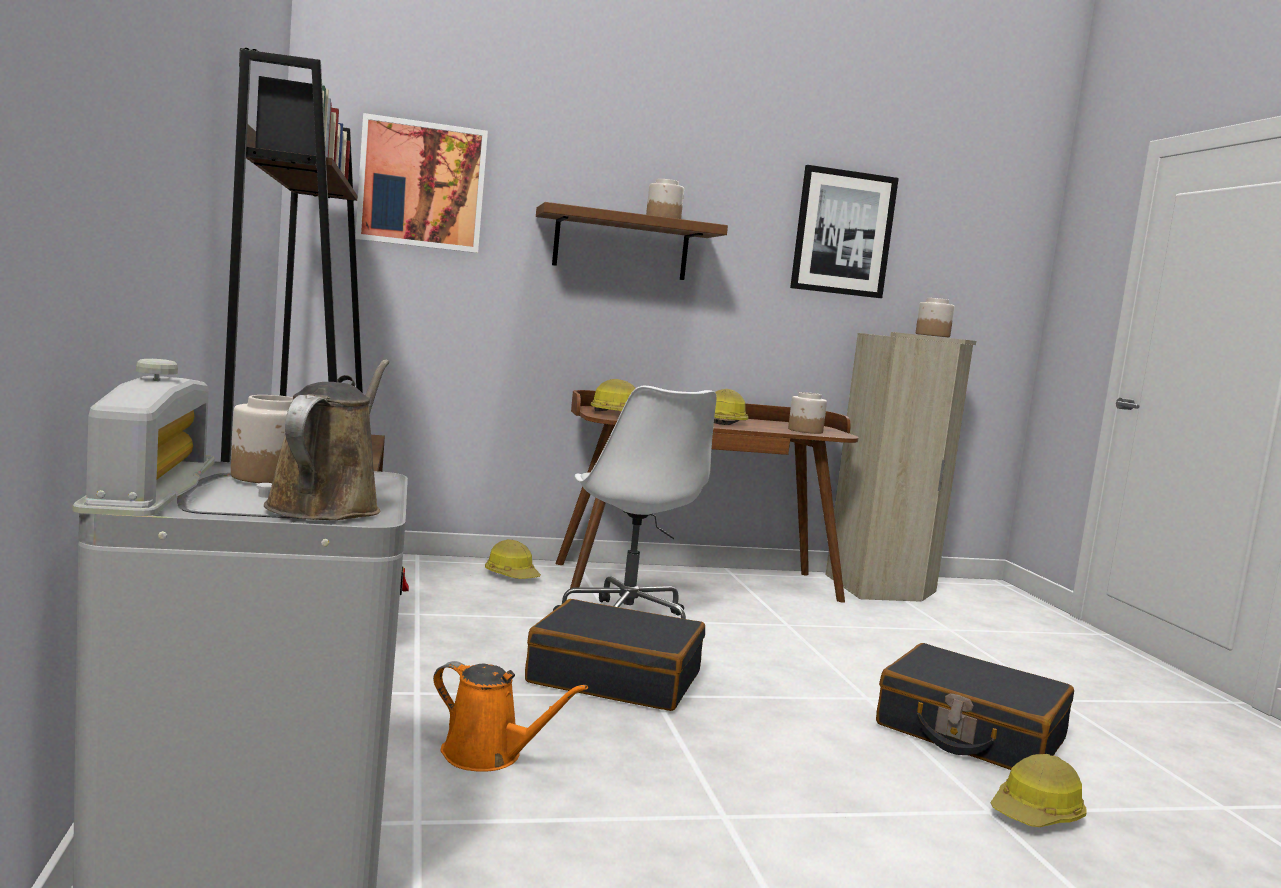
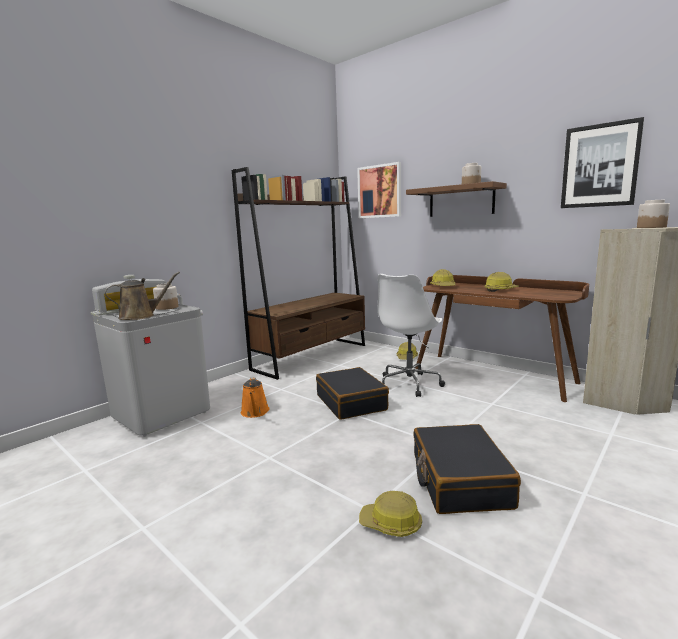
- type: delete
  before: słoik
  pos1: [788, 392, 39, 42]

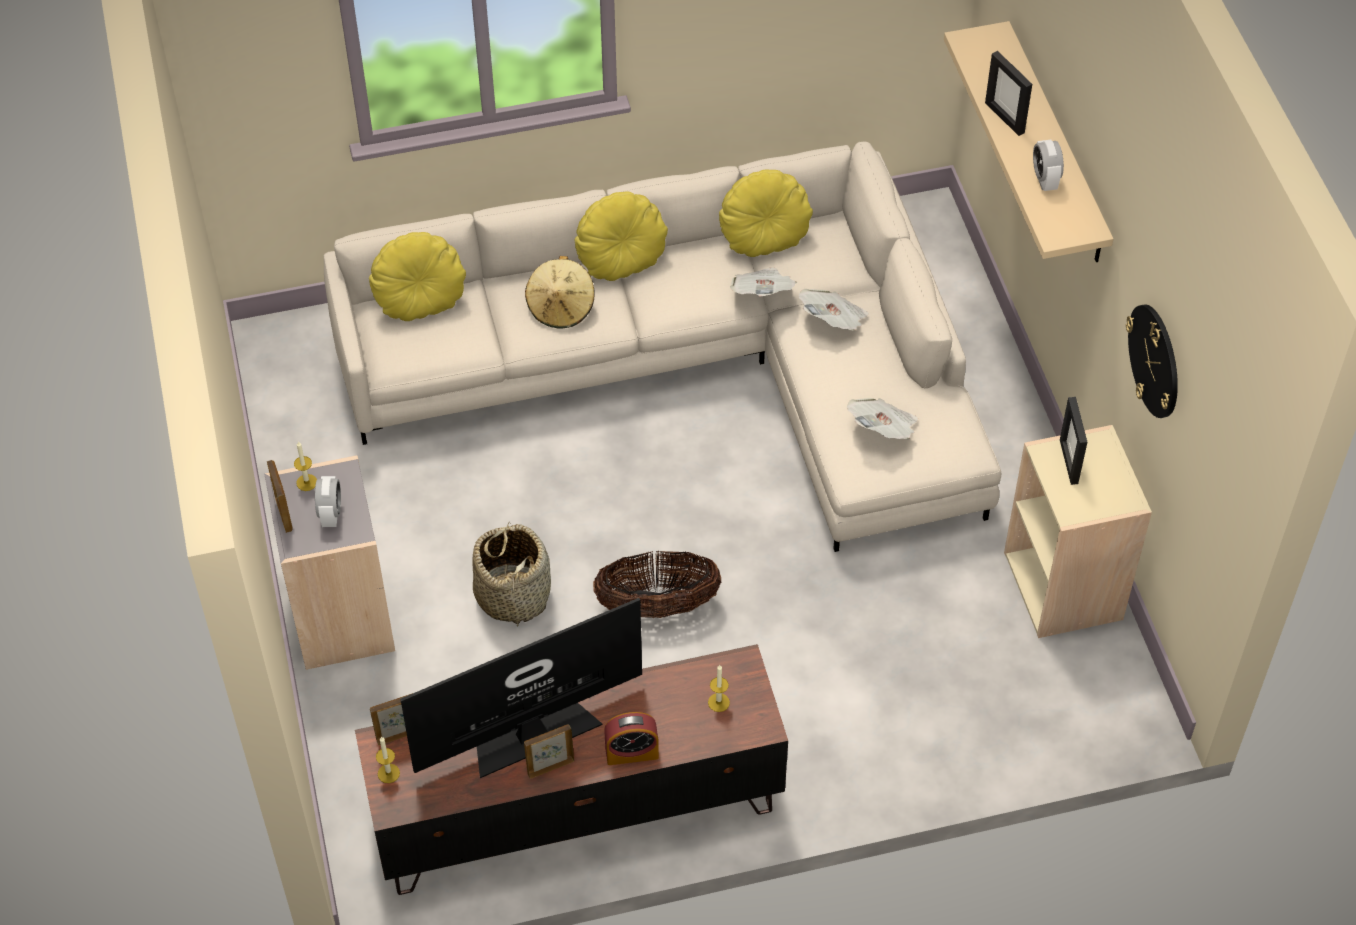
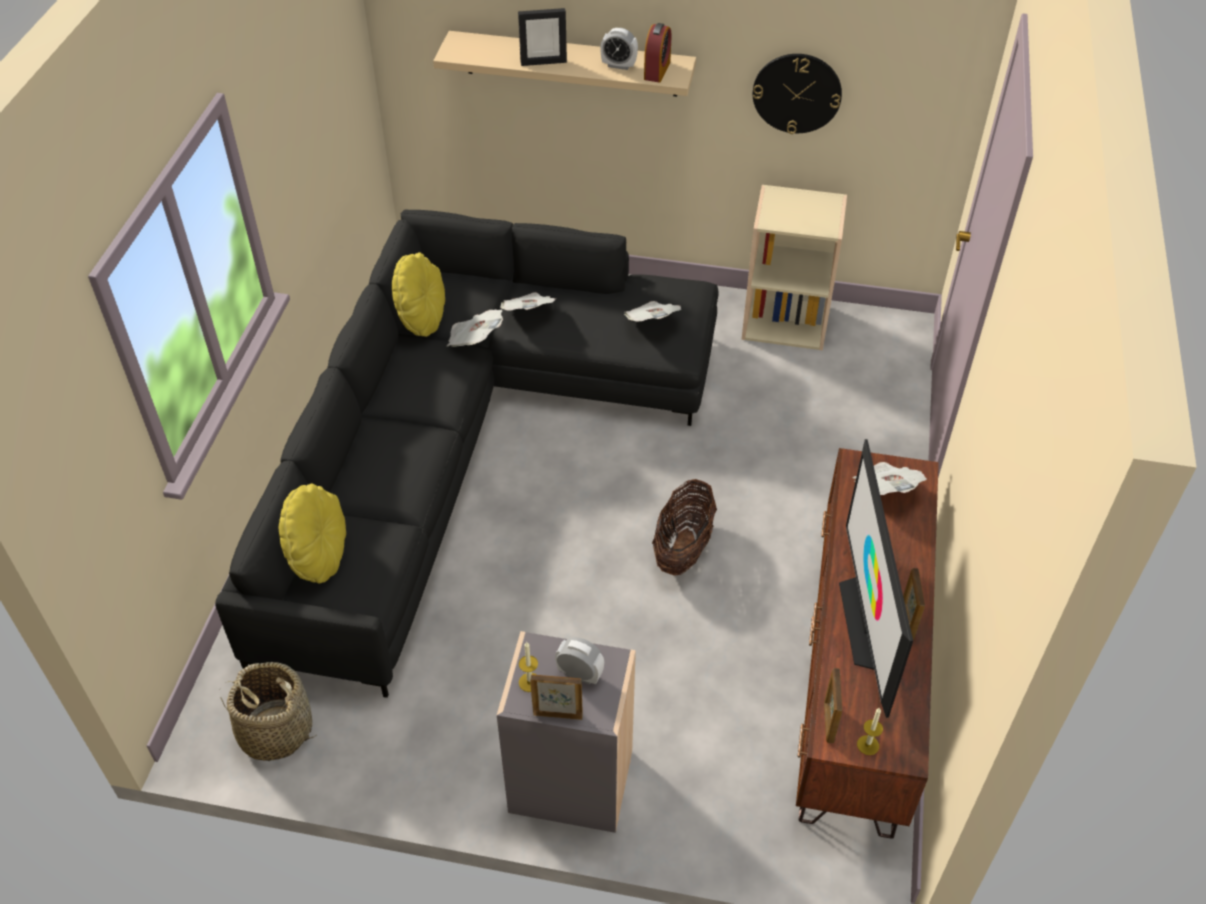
- type: recolor
  before: kanapa/beżowy
  after: kanapa/czarny
  pos1: [324, 142, 677, 410]
  pos2: [215, 210, 504, 488]
- type: move
  before: koszyk
  pos1: [472, 521, 79, 105]
  pos2: [221, 662, 96, 99]
- type: delete
  before: kapelusz/beżowy
  pos1: [525, 256, 70, 72]
- type: delete
  before: poduszka/żółty
  pos1: [575, 191, 93, 90]
- type: move
  before: budzik
  pos1: [604, 712, 55, 53]
  pos2: [644, 23, 27, 59]
- type: replace
  before: świeca
  after: gazeta
  pos1: [708, 665, 22, 47]
  pos2: [852, 462, 75, 33]
- type: delete
  before: ramka na zdjęcie
  pos1: [1060, 397, 27, 88]

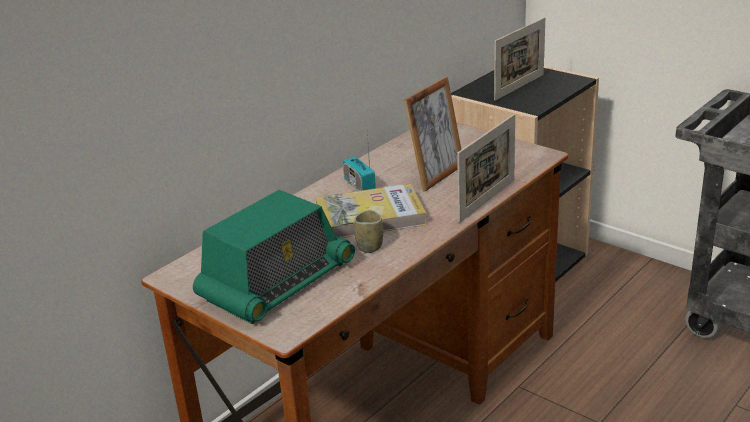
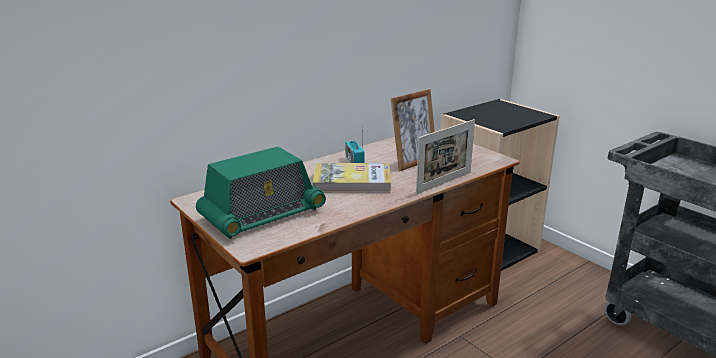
- type: delete
  before: filiżanka
  pos1: [354, 210, 29, 43]
- type: delete
  before: ramka na zdjęcie
  pos1: [494, 17, 51, 84]

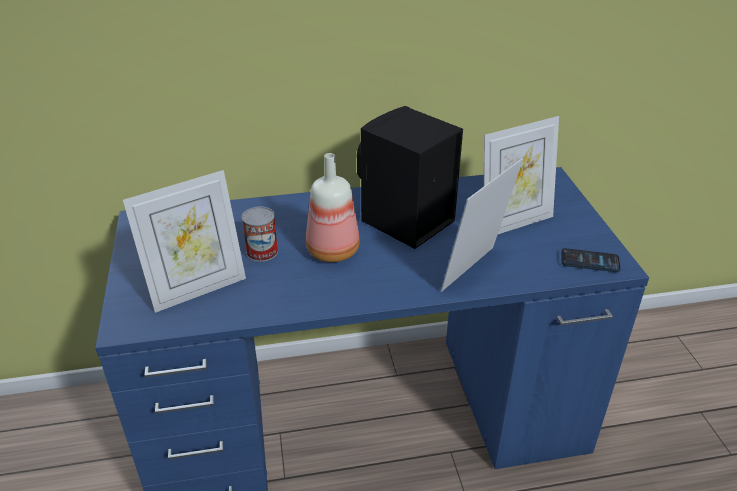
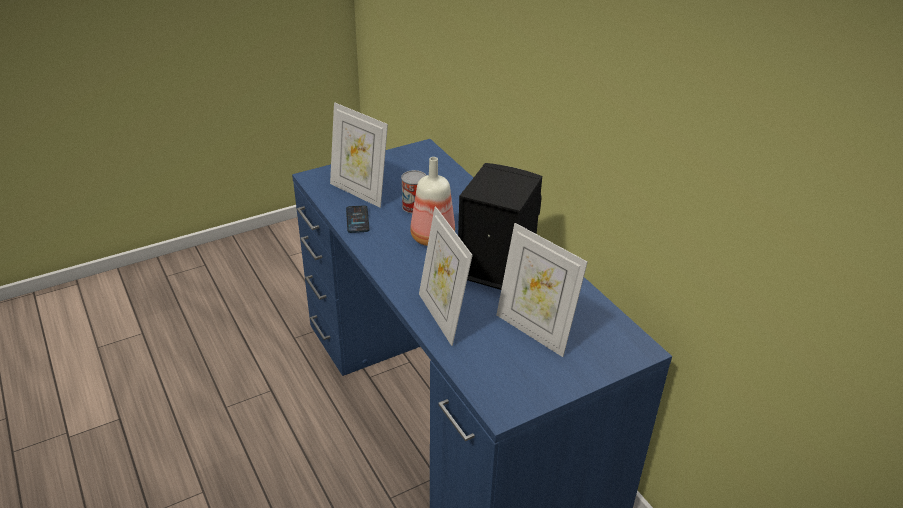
- type: rotate
  before: ramka na zdjęcie
  pos1: [441, 158, 83, 134]
  pos2: [419, 206, 54, 140]
  turn: -135
- type: move
  before: telefon
  pos1: [561, 248, 60, 24]
  pos2: [346, 205, 24, 28]

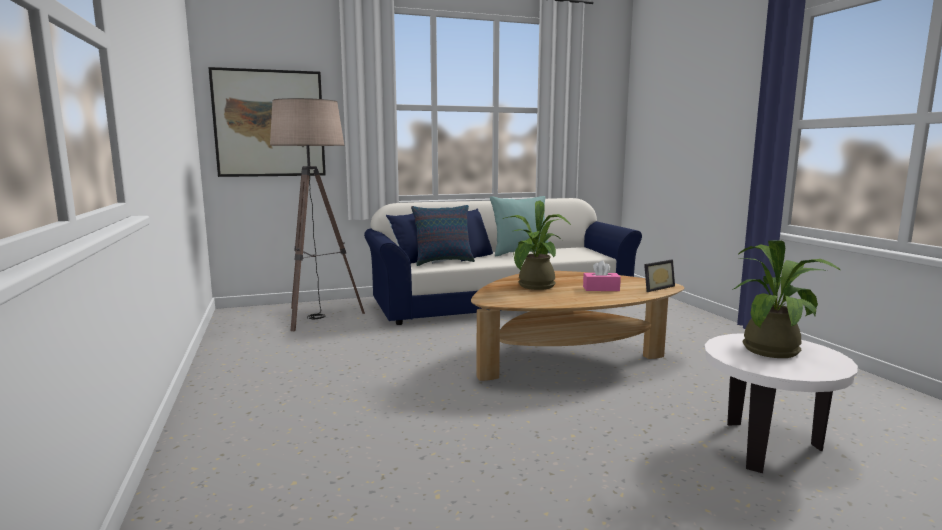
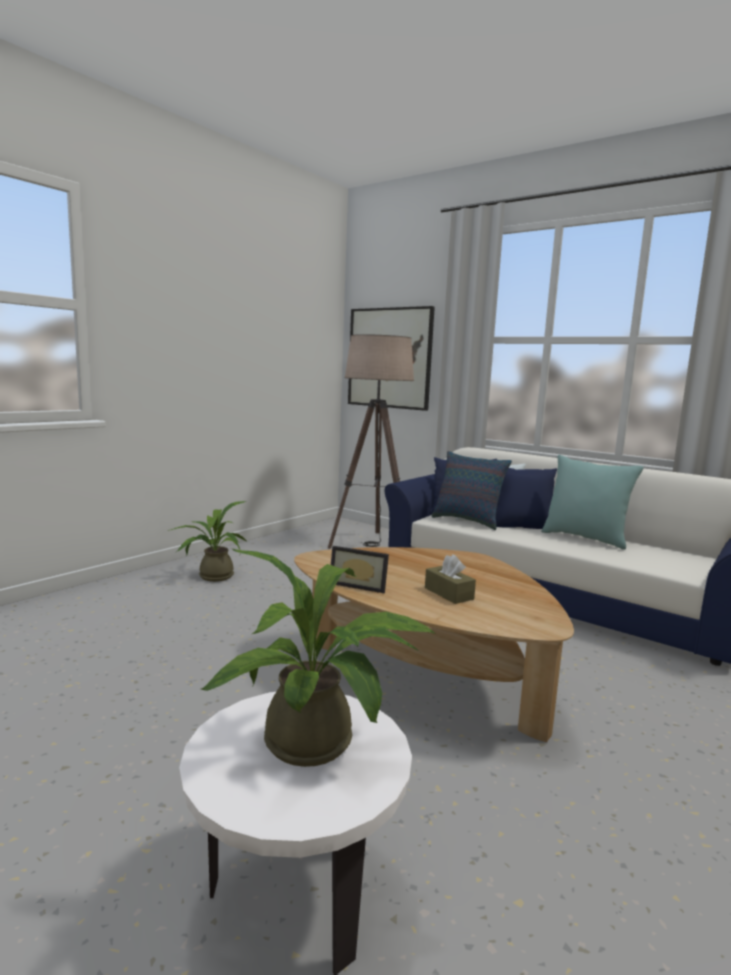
- type: move
  before: roślina doniczkowa
  pos1: [502, 200, 69, 90]
  pos2: [167, 501, 81, 81]
- type: recolor
  before: pudełko chusteczek/różowy
  after: pudełko chusteczek/brązowy
  pos1: [583, 260, 38, 31]
  pos2: [425, 554, 51, 50]
- type: move
  before: ramka na zdjęcie
  pos1: [644, 260, 31, 32]
  pos2: [331, 546, 58, 47]

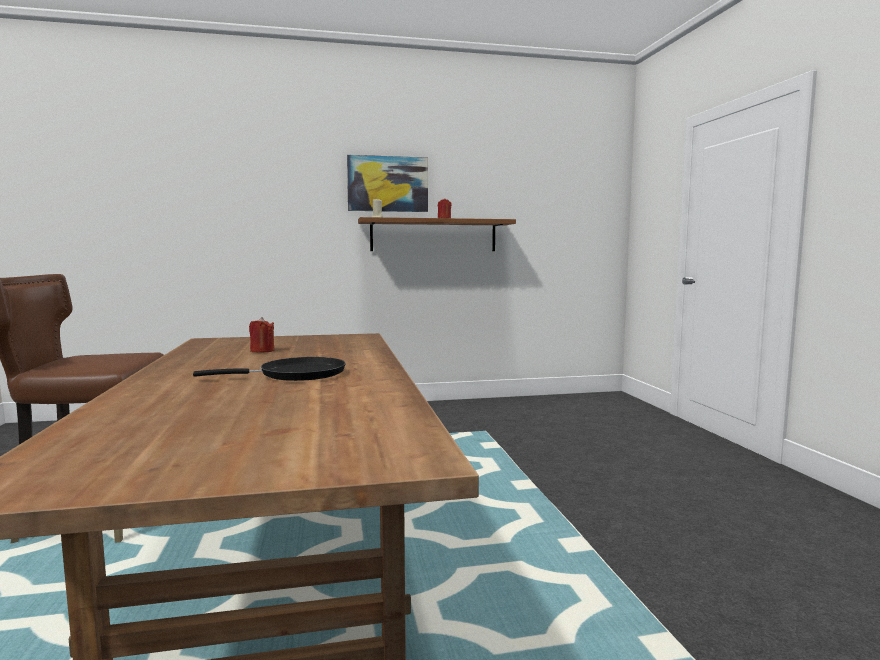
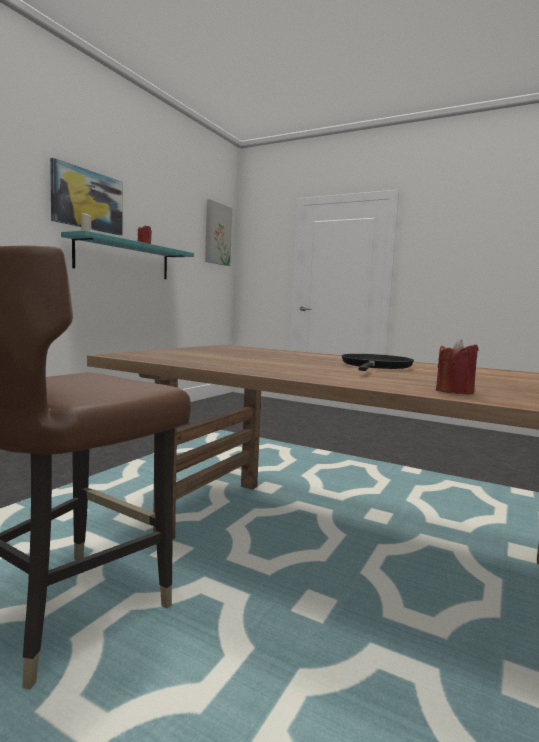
- type: move
  before: świeca/czerwony
  pos1: [249, 317, 25, 36]
  pos2: [436, 339, 43, 56]
- type: recolor
  before: półka/brązowy
  after: półka/turkusowy
  pos1: [358, 217, 158, 34]
  pos2: [61, 230, 133, 49]
- type: insert
  after: obraz
  pos2: [205, 199, 27, 67]

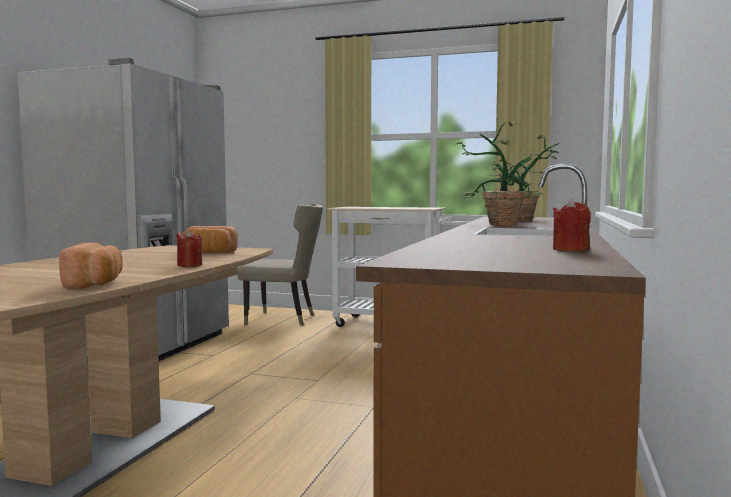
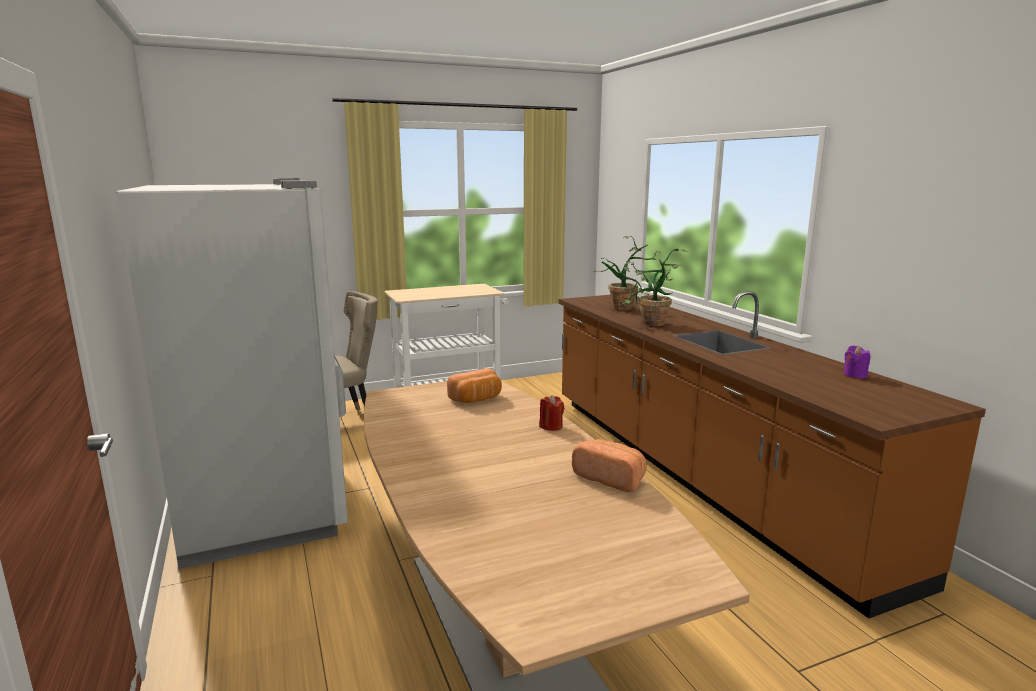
- type: recolor
  before: świeca/czerwony
  after: świeca/fioletowy
  pos1: [553, 199, 38, 52]
  pos2: [843, 345, 28, 34]

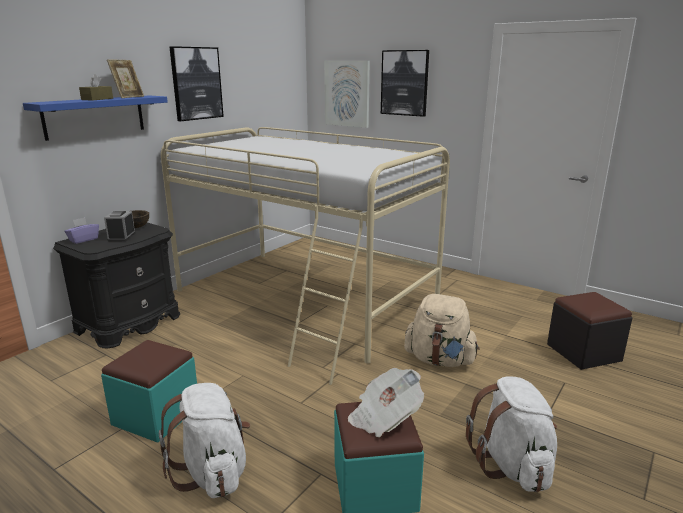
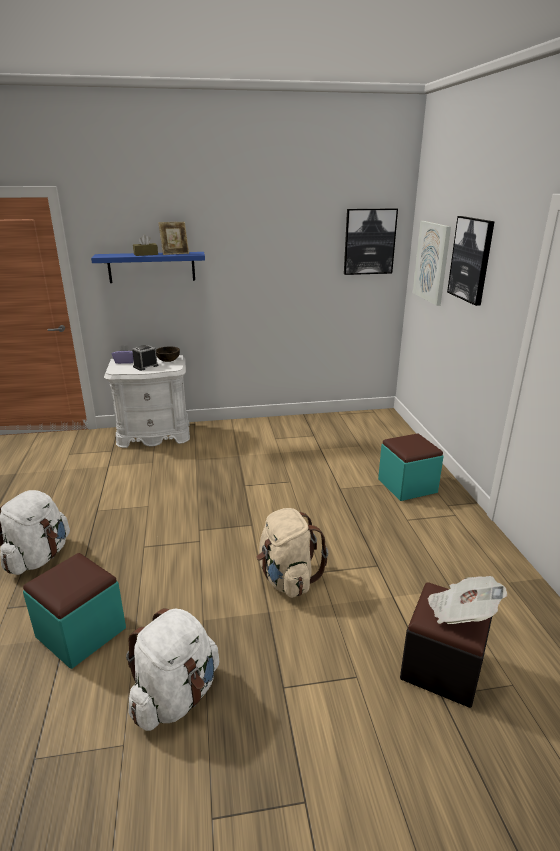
- type: recolor
  before: szafka nocna/czarny
  after: szafka nocna/biały
  pos1: [53, 223, 127, 125]
  pos2: [104, 355, 86, 93]
- type: move
  before: pufa/turkusowy
  pos1: [101, 340, 96, 102]
  pos2: [378, 433, 66, 68]
- type: delete
  before: łóżko/beżowy
  pos1: [161, 127, 289, 258]
- type: move
  before: obraz
  pos1: [169, 46, 55, 75]
  pos2: [344, 208, 54, 67]
- type: move
  before: gazeta
  pos1: [348, 368, 76, 69]
  pos2: [428, 576, 79, 48]

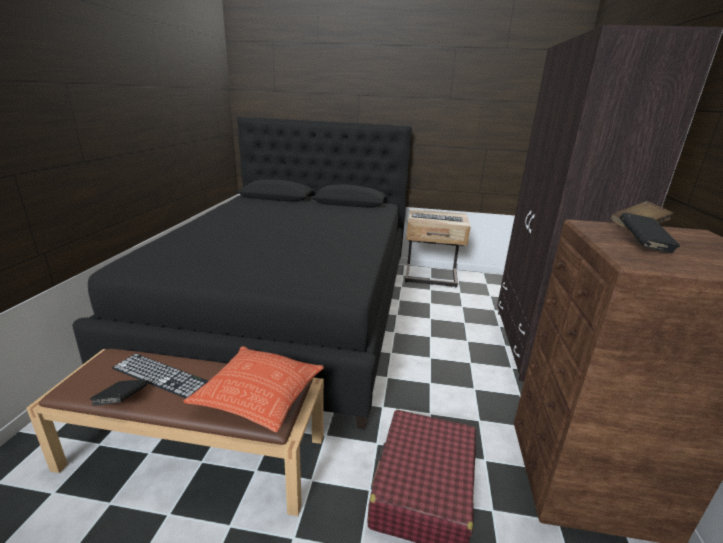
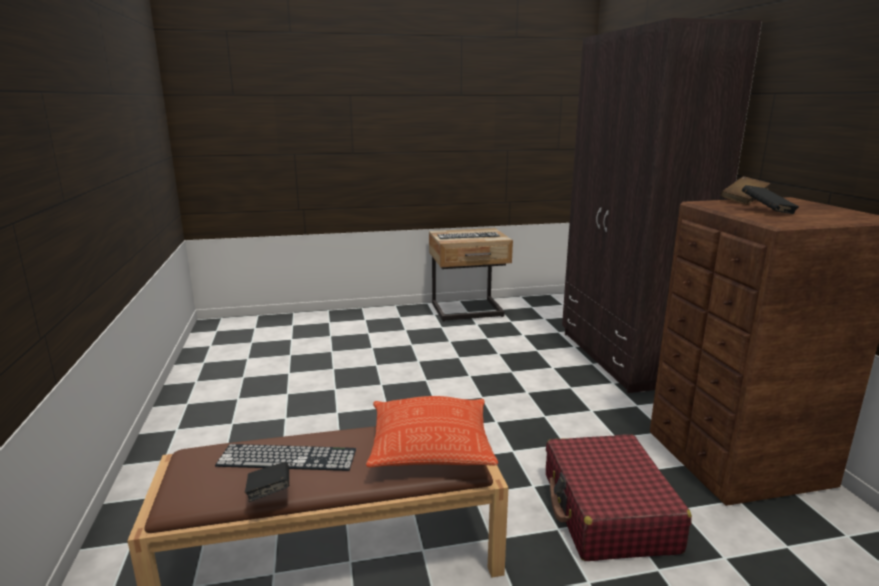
- type: delete
  before: łóżko/czarny
  pos1: [72, 117, 340, 312]

